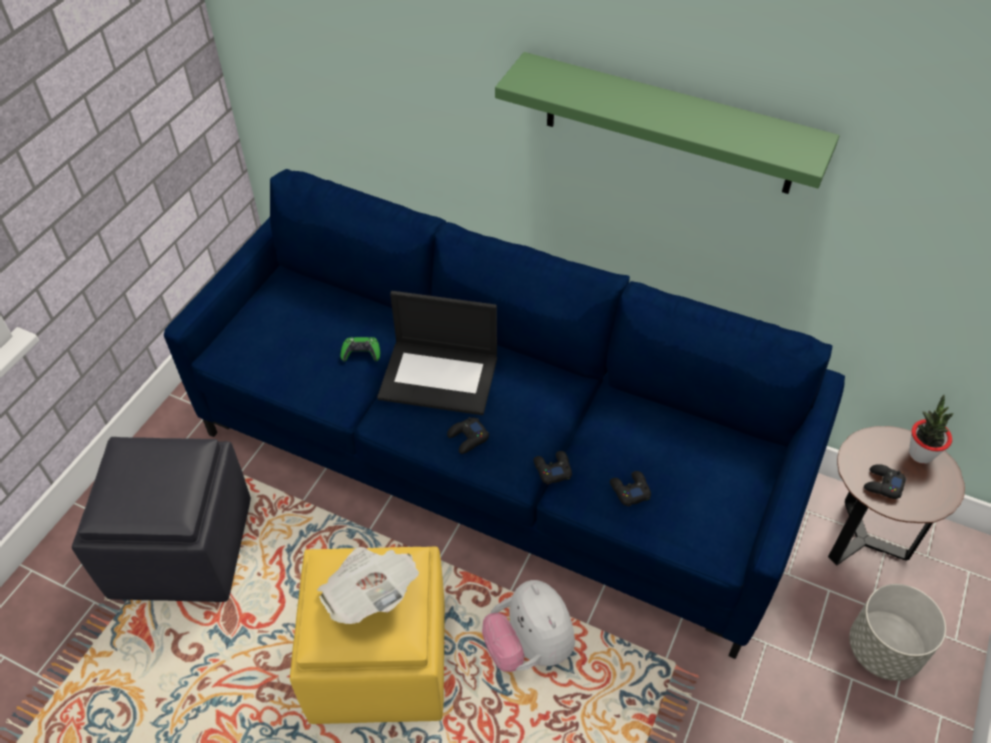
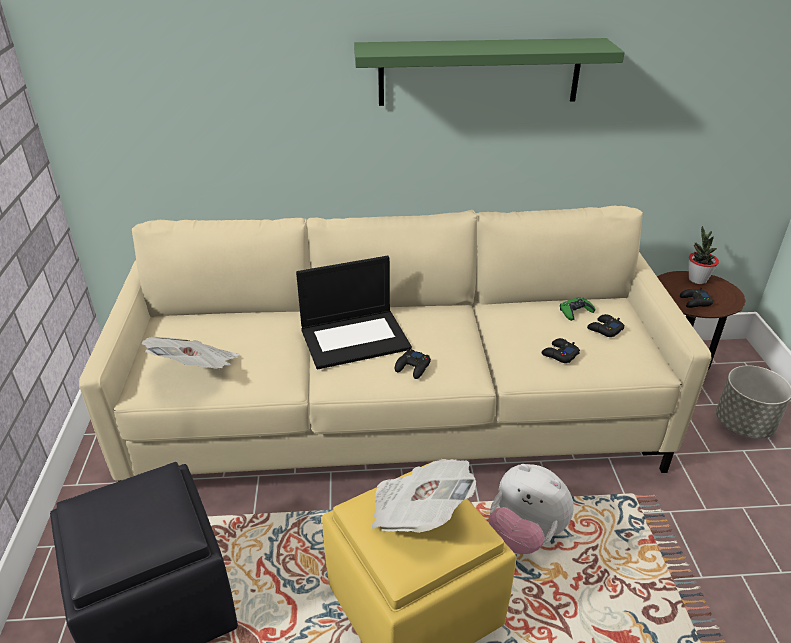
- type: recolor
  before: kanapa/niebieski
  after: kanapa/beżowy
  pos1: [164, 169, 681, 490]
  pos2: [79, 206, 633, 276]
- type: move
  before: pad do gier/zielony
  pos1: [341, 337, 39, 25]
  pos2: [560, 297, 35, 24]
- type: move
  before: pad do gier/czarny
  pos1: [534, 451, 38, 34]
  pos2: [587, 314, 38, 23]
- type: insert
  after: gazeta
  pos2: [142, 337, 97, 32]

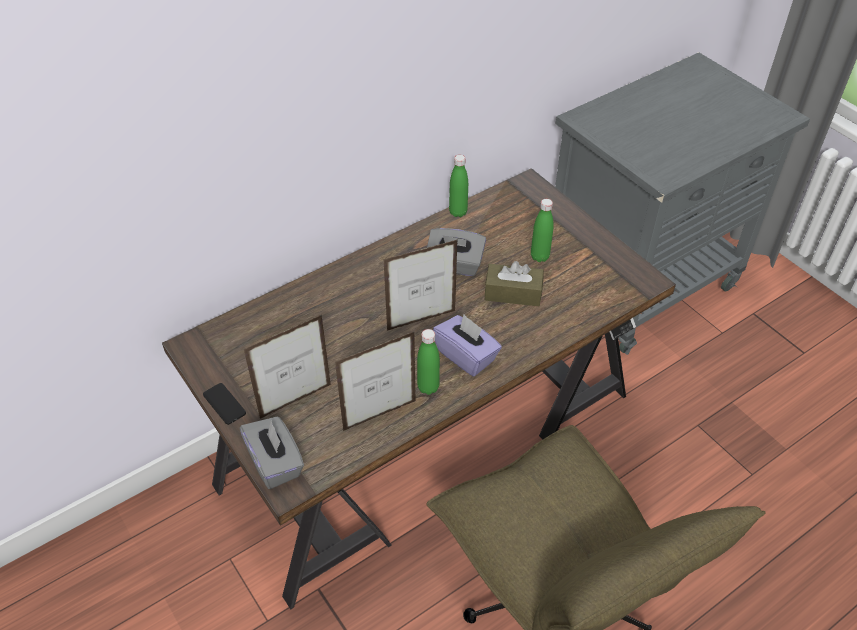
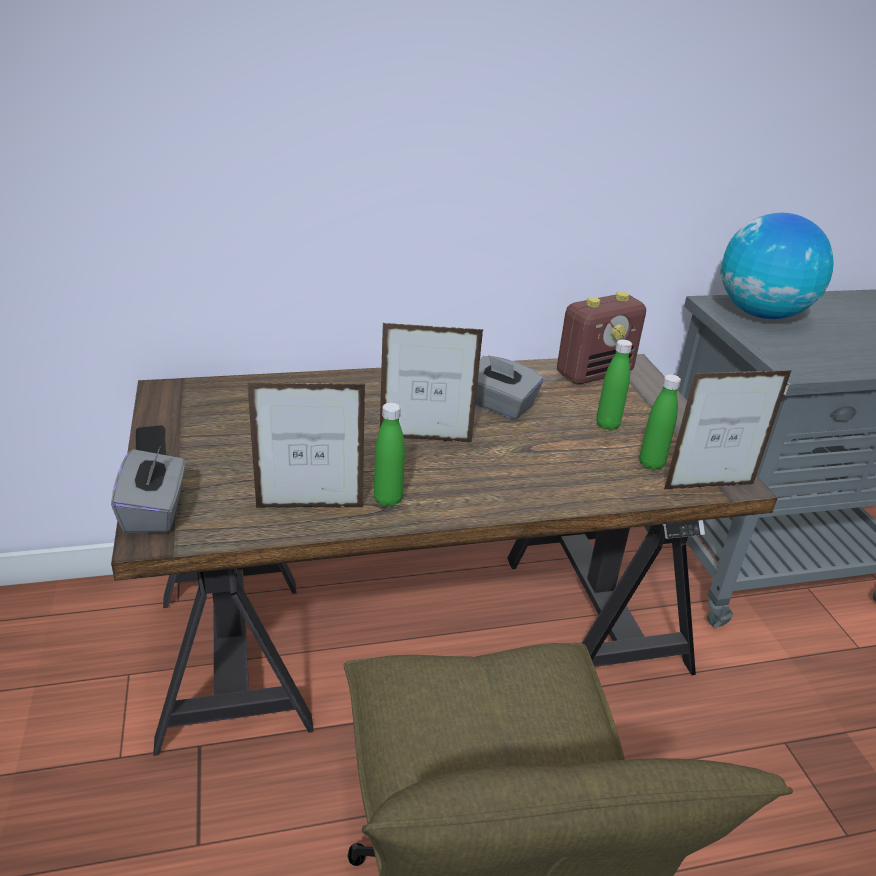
- type: move
  before: ramka na zdjęcie
  pos1: [244, 314, 87, 105]
  pos2: [664, 370, 128, 120]
- type: delete
  before: pudełko chusteczek/fioletowy
  pos1: [433, 314, 69, 62]
- type: move
  before: butelka/zielony
  pos1: [449, 155, 19, 62]
  pos2: [639, 374, 42, 96]
- type: delete
  before: pudełko chusteczek/brązowy
  pos1: [485, 261, 59, 45]
- type: insert
  after: radio
  pos2: [557, 291, 89, 93]
- type: insert
  after: globus
  pos2: [720, 213, 114, 106]

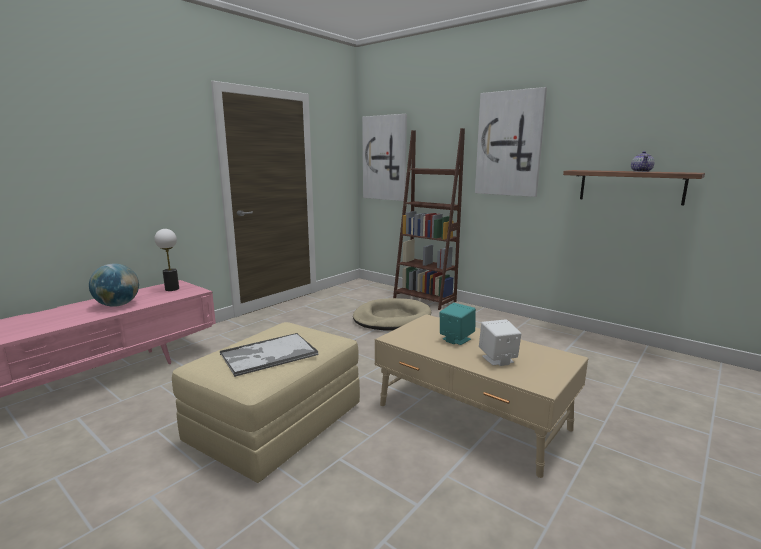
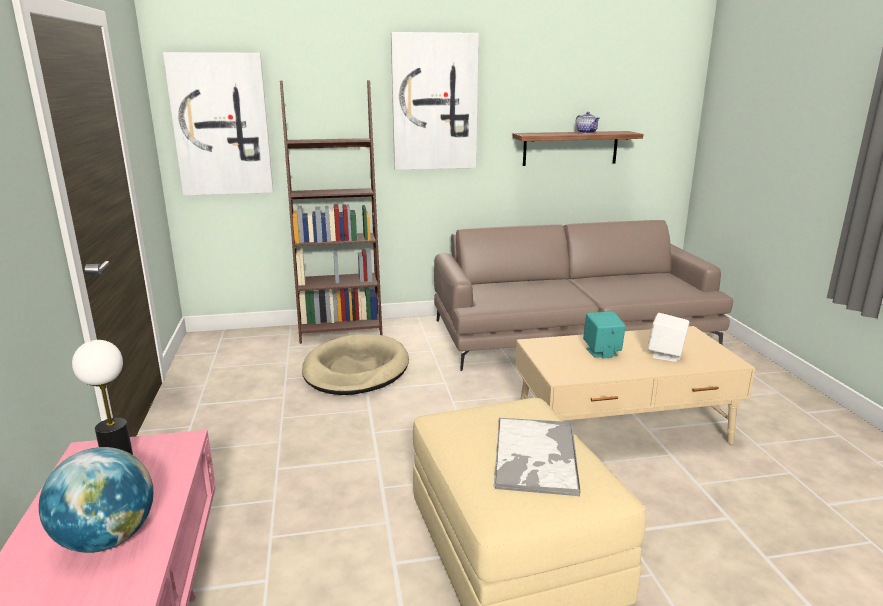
- type: insert
  after: kanapa/beżowy
  pos2: [434, 220, 299, 151]

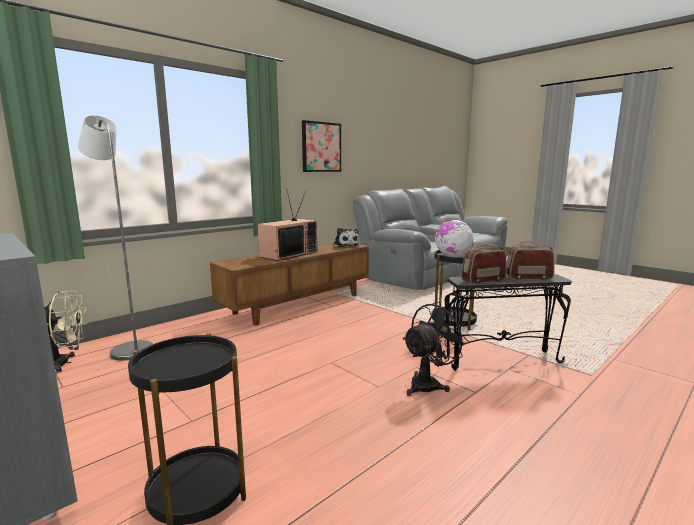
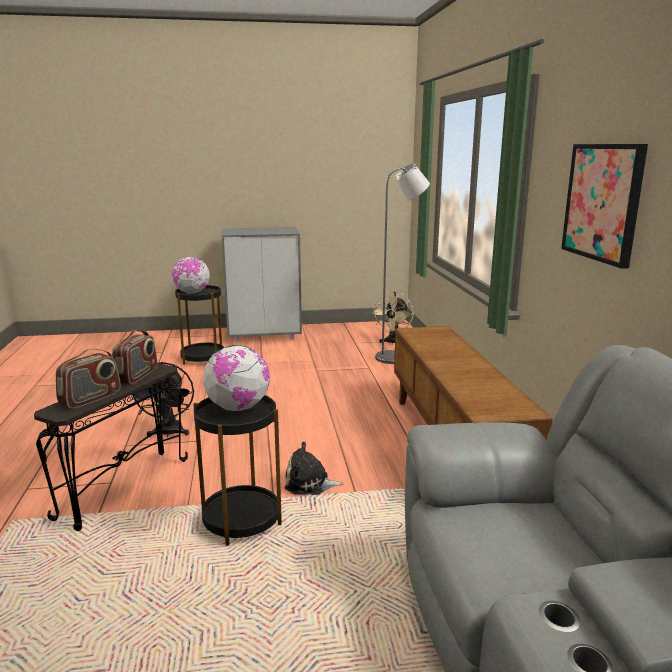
- type: delete
  before: telewizor
  pos1: [258, 190, 59, 71]
- type: move
  before: pluszak
  pos1: [333, 228, 26, 20]
  pos2: [284, 442, 60, 53]
- type: insert
  after: globus
  pos2: [172, 257, 37, 37]

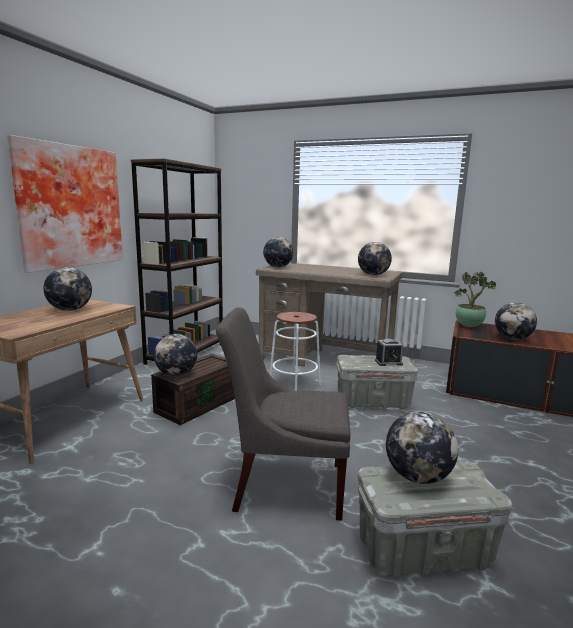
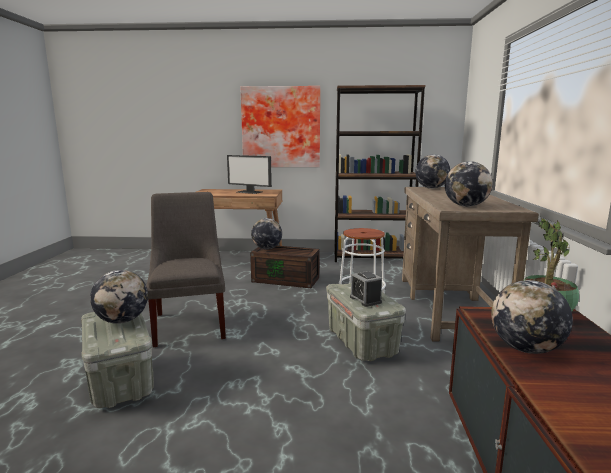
- type: replace
  before: globus
  after: monitor
  pos1: [43, 267, 49, 44]
  pos2: [227, 155, 45, 39]

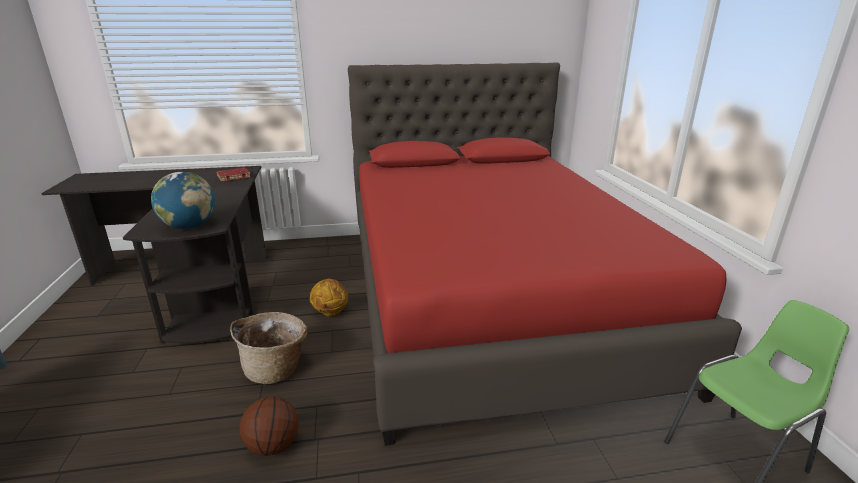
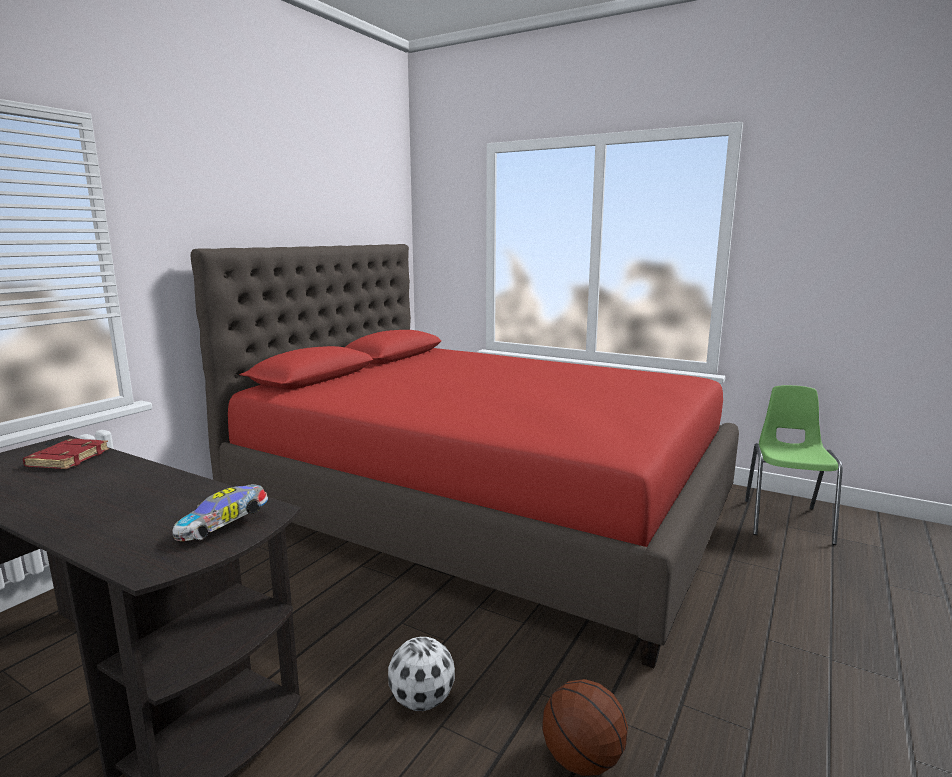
- type: replace
  before: globus
  after: samochodzik
  pos1: [151, 172, 64, 57]
  pos2: [172, 484, 96, 57]
- type: replace
  before: koszyk
  after: piłka futbolowa
  pos1: [230, 312, 78, 72]
  pos2: [388, 637, 67, 74]
- type: delete
  before: piłka do koszykówki
  pos1: [310, 279, 38, 38]

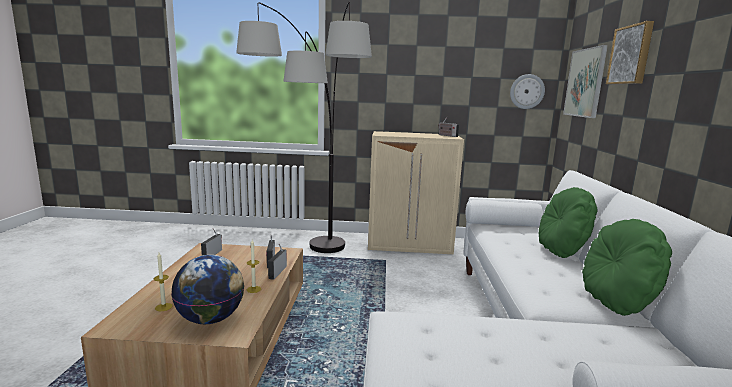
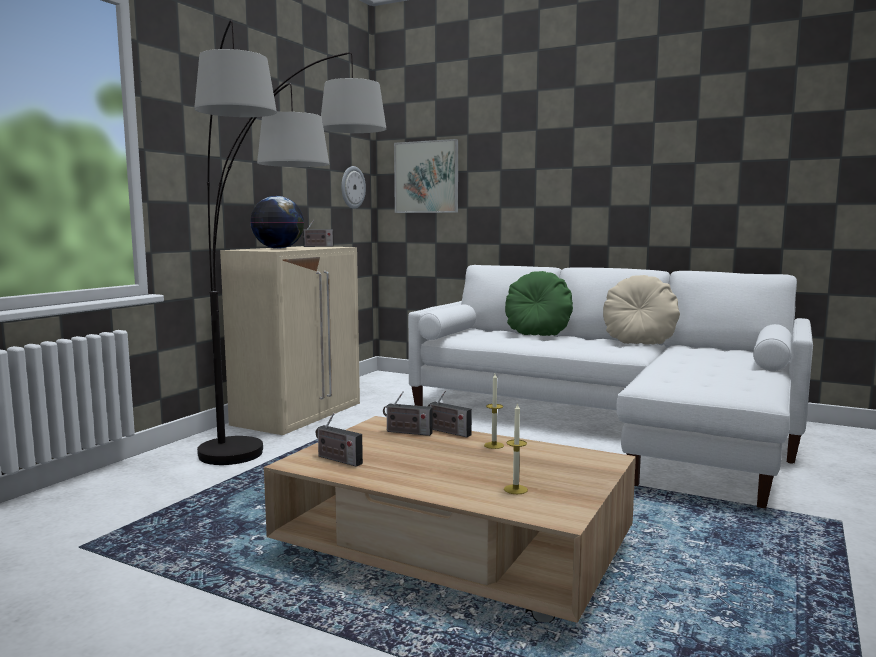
- type: move
  before: globus
  pos1: [171, 255, 73, 69]
  pos2: [250, 196, 54, 53]
- type: recolor
  before: poduszka/zielony
  after: poduszka/beżowy
  pos1: [582, 219, 90, 97]
  pos2: [603, 275, 77, 70]
- type: delete
  before: obraz
  pos1: [606, 21, 48, 64]

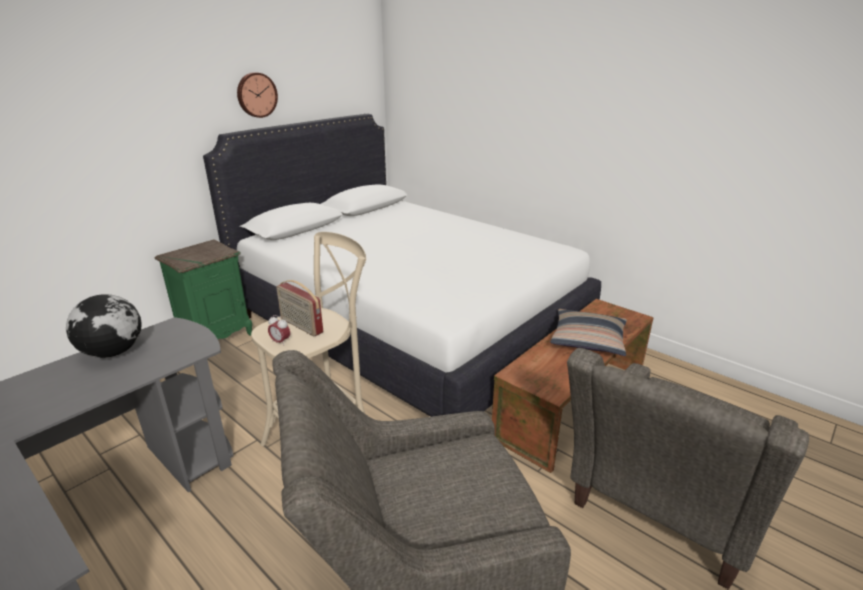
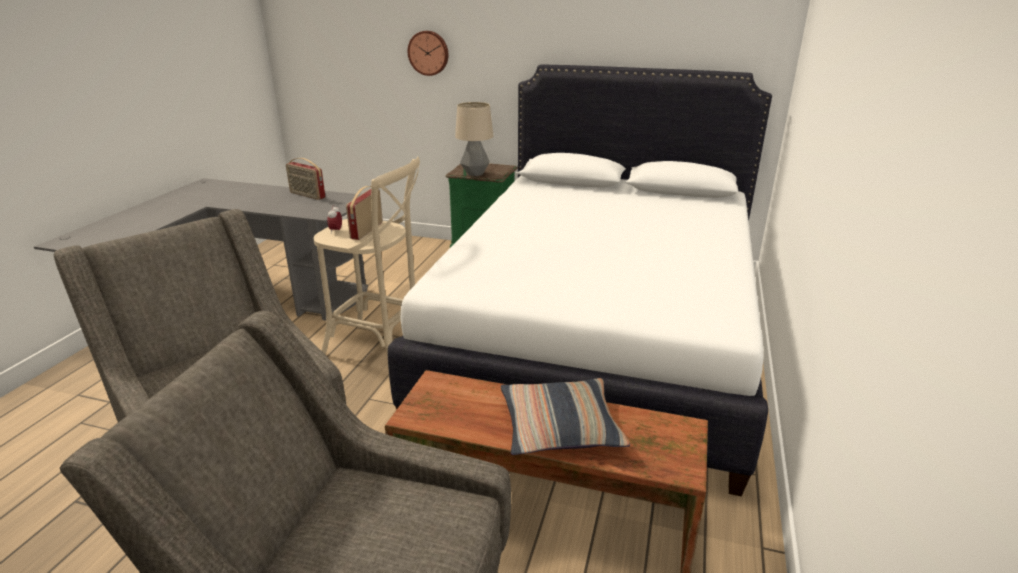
- type: replace
  before: globus
  after: radio
  pos1: [66, 295, 76, 63]
  pos2: [286, 158, 39, 42]
- type: move
  before: zegar ścienny
  pos1: [237, 72, 41, 46]
  pos2: [408, 31, 41, 45]
- type: insert
  after: lampa stołowa
  pos2: [455, 102, 39, 74]

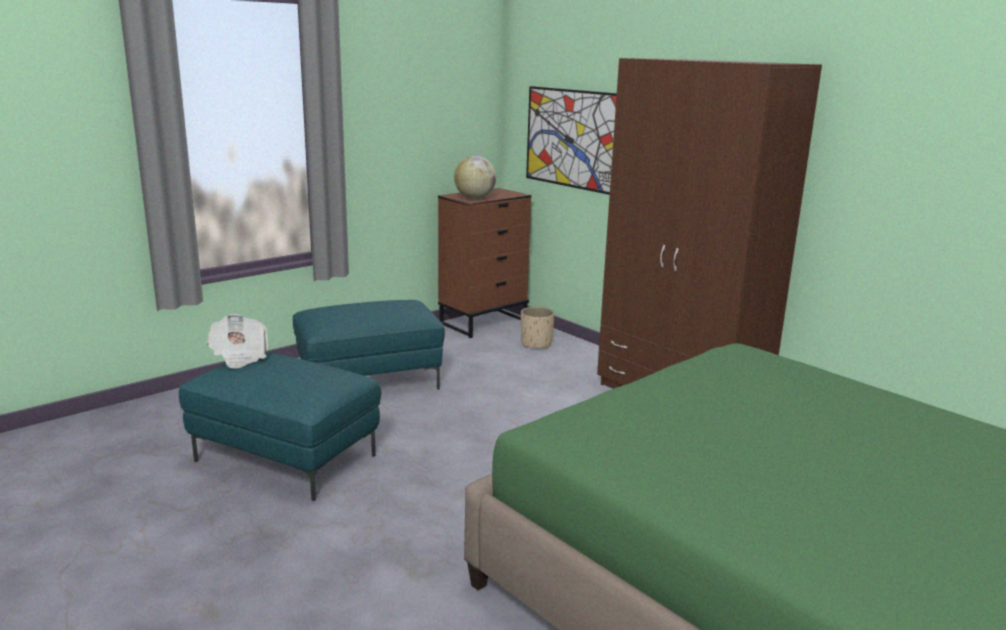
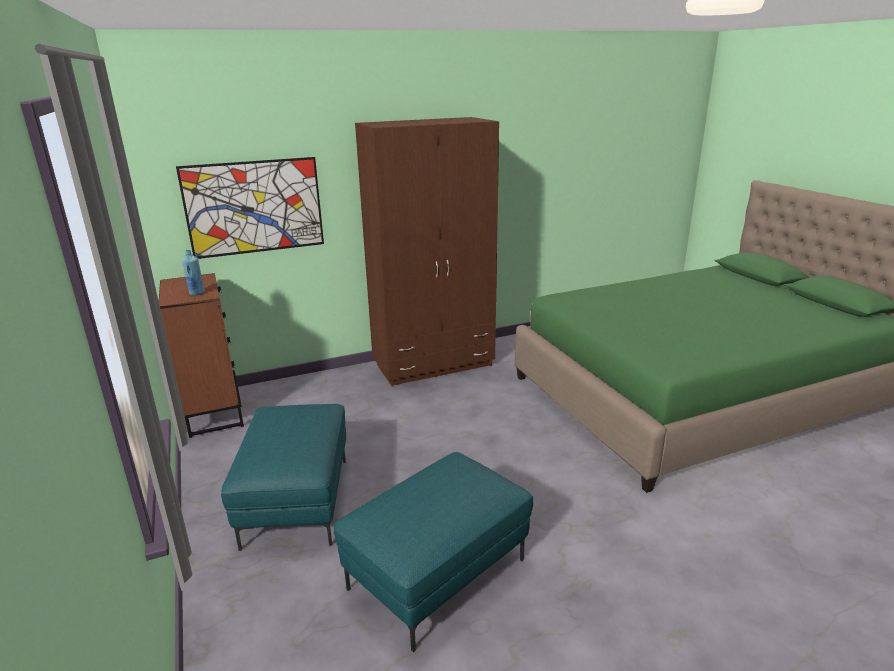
- type: delete
  before: gazeta
  pos1: [207, 314, 61, 55]
- type: replace
  before: globus
  after: butelka/niebieski
  pos1: [454, 156, 42, 43]
  pos2: [182, 250, 23, 46]
- type: delete
  before: donica/beżowy
  pos1: [521, 307, 34, 42]

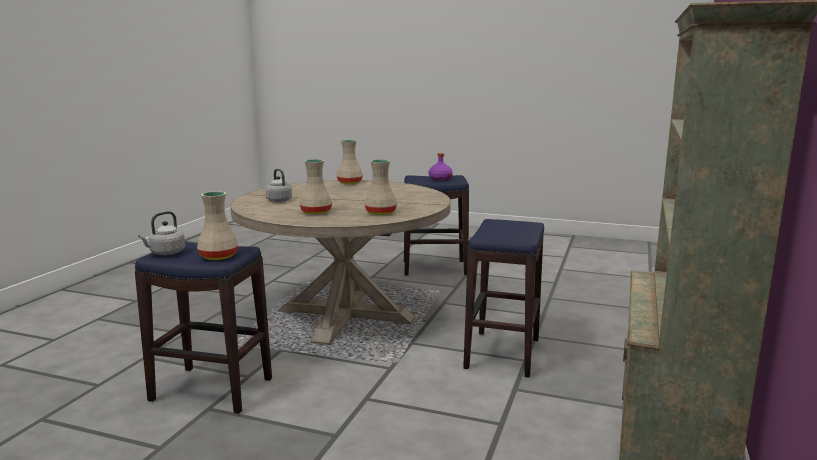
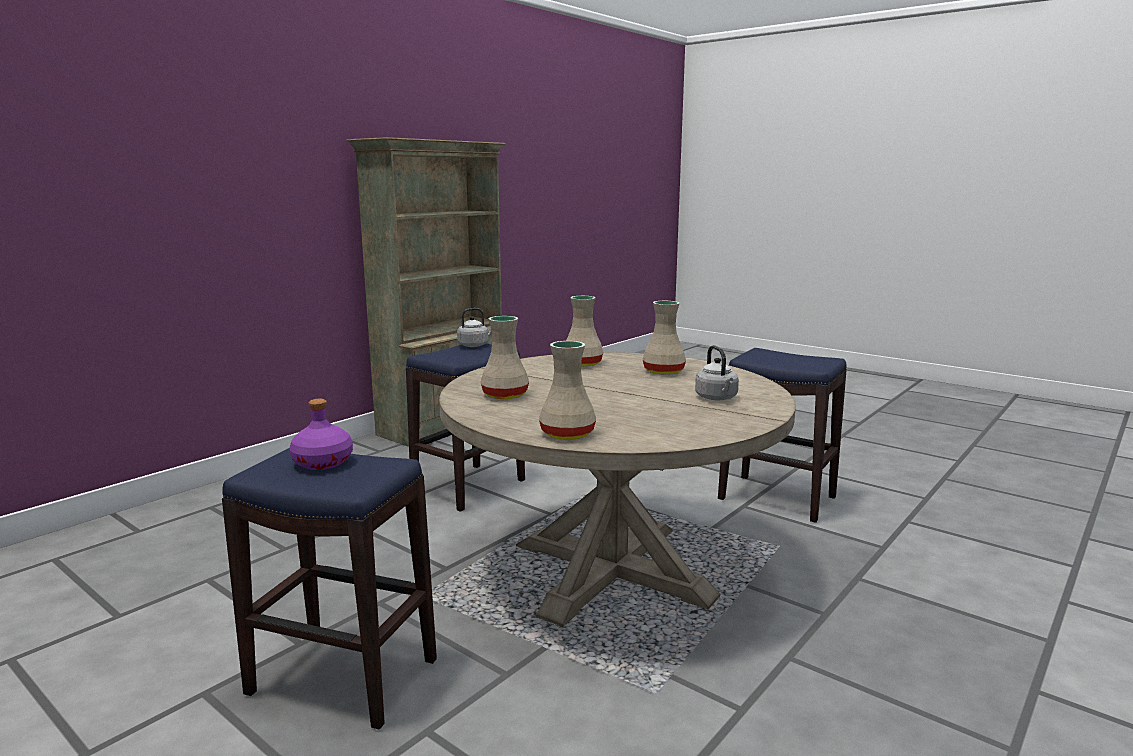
- type: move
  before: czajnik/szary
  pos1: [138, 211, 47, 44]
  pos2: [457, 308, 35, 39]
- type: move
  before: wazon/beżowy
  pos1: [197, 191, 41, 69]
  pos2: [480, 316, 49, 83]

